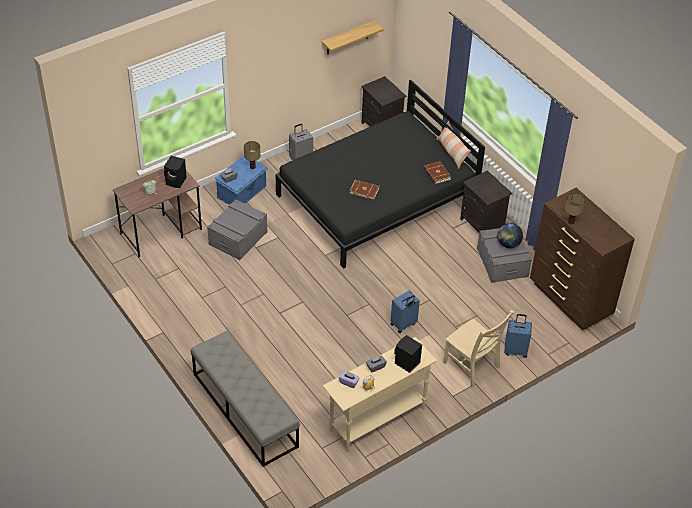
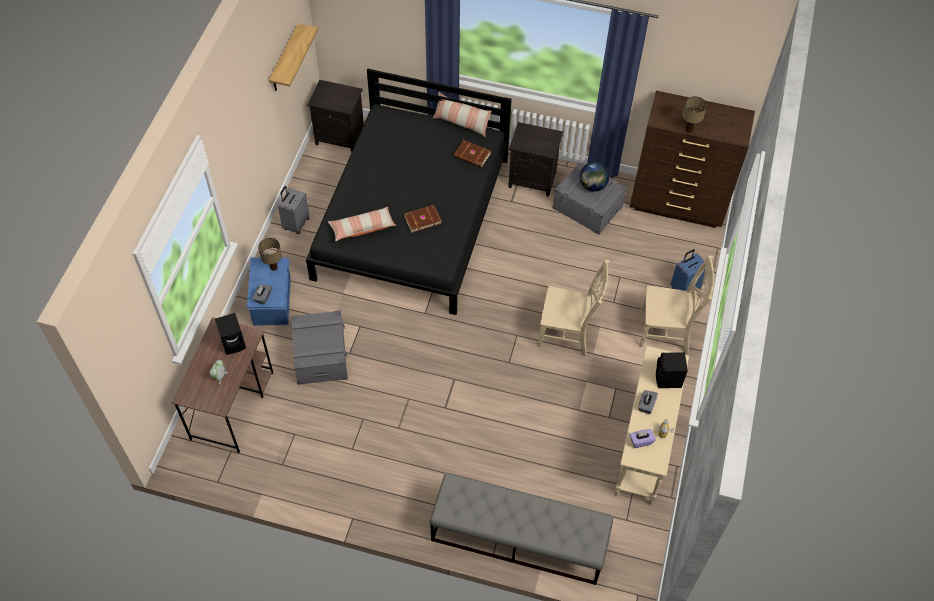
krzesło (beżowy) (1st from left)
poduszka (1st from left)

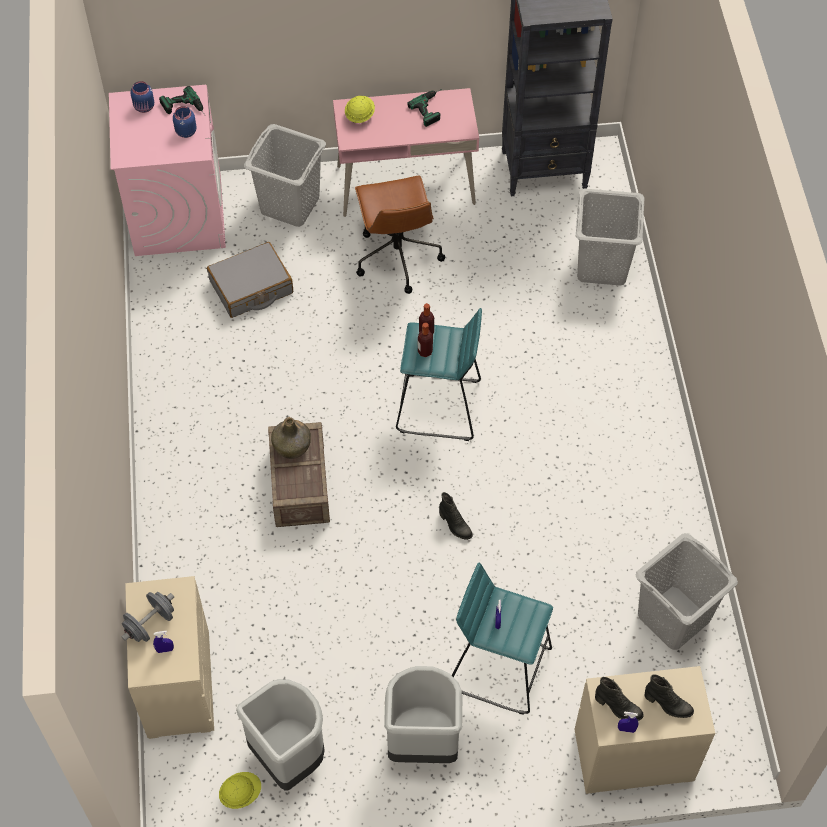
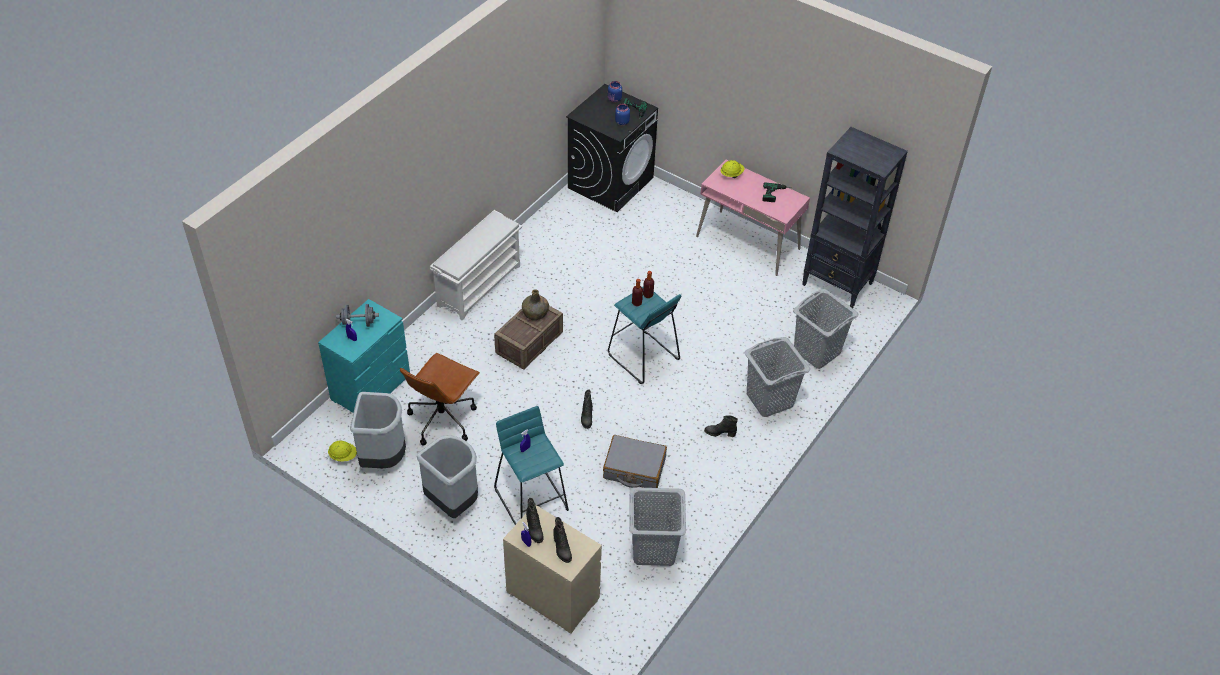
pralka (czarny)
komoda (turkusowy)
walizka (szary)
kosz na pranie (szary) (2nd from left)
krzesło biurowe (brązowy)
regał na buty (biały)
but z cholewką (czarny) (4th from left)

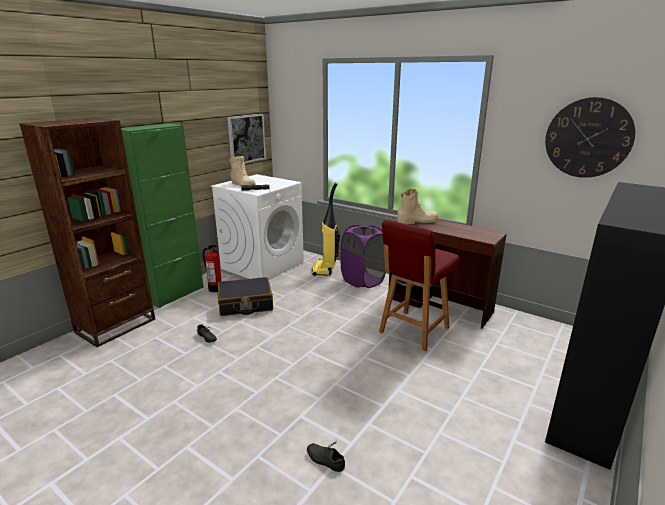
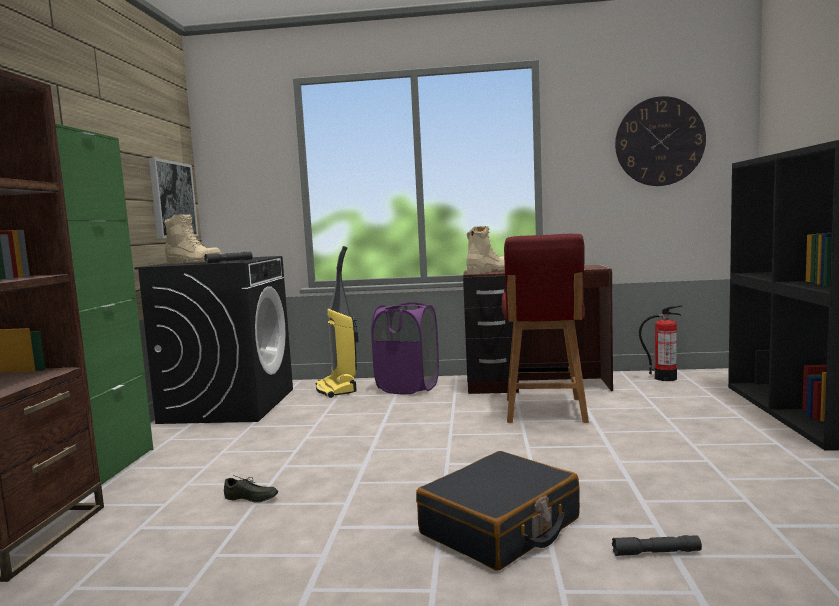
gaśnica
pralka (czarny)
walizka (czarny)
latarka (szary) (2nd from left)

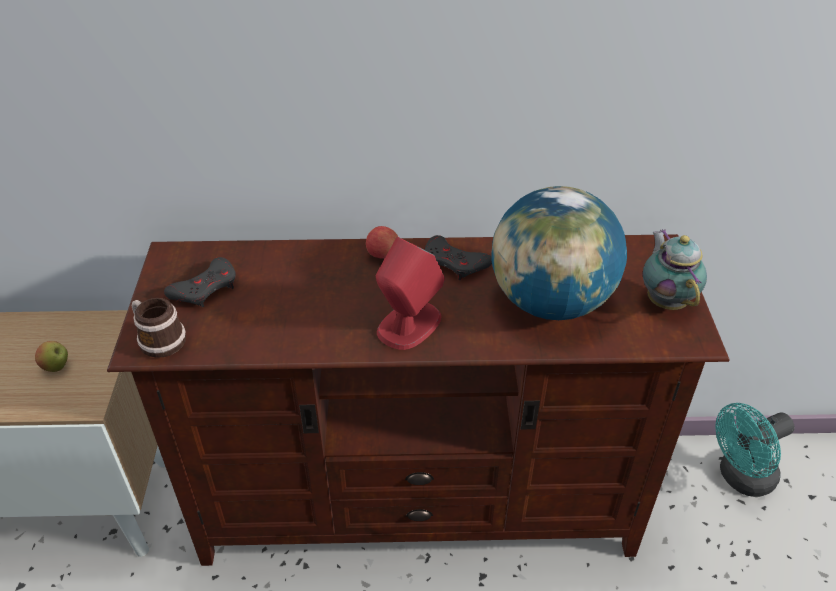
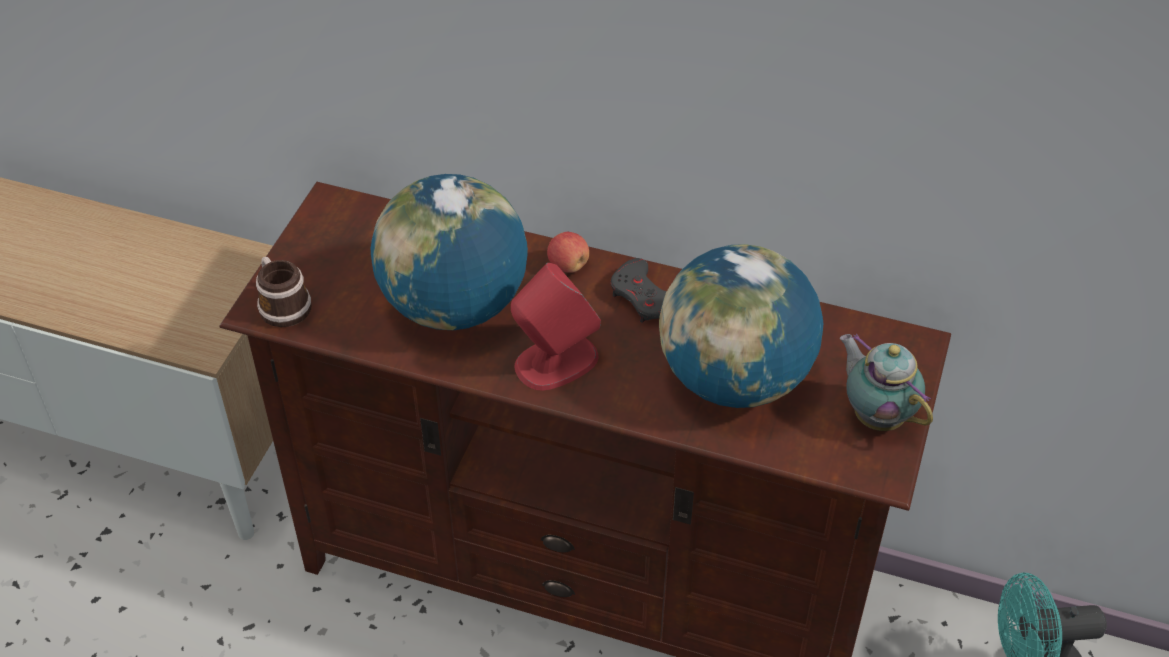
jabłko (1st from left in the first image)
pad do gier (szary) (1st from left in the first image)
imbryk
globus (1st from left)

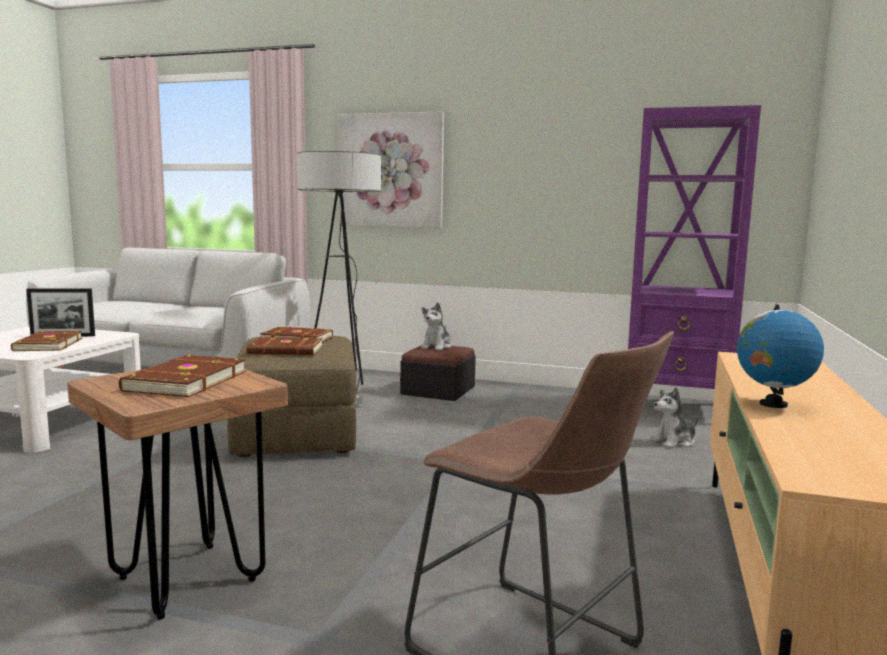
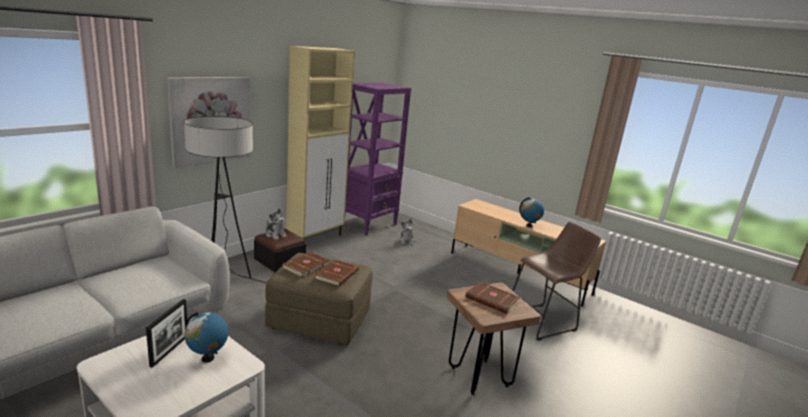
globus (1st from left)
szafka (beżowy)

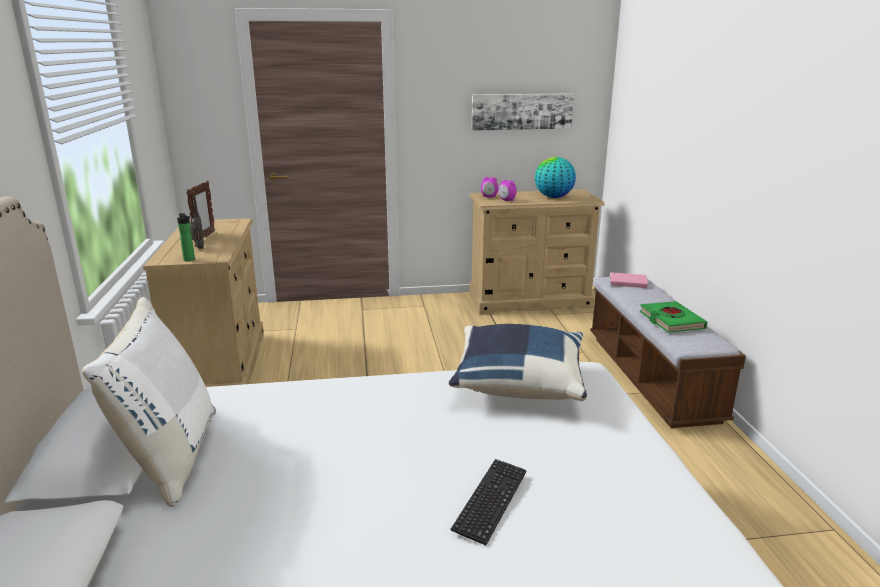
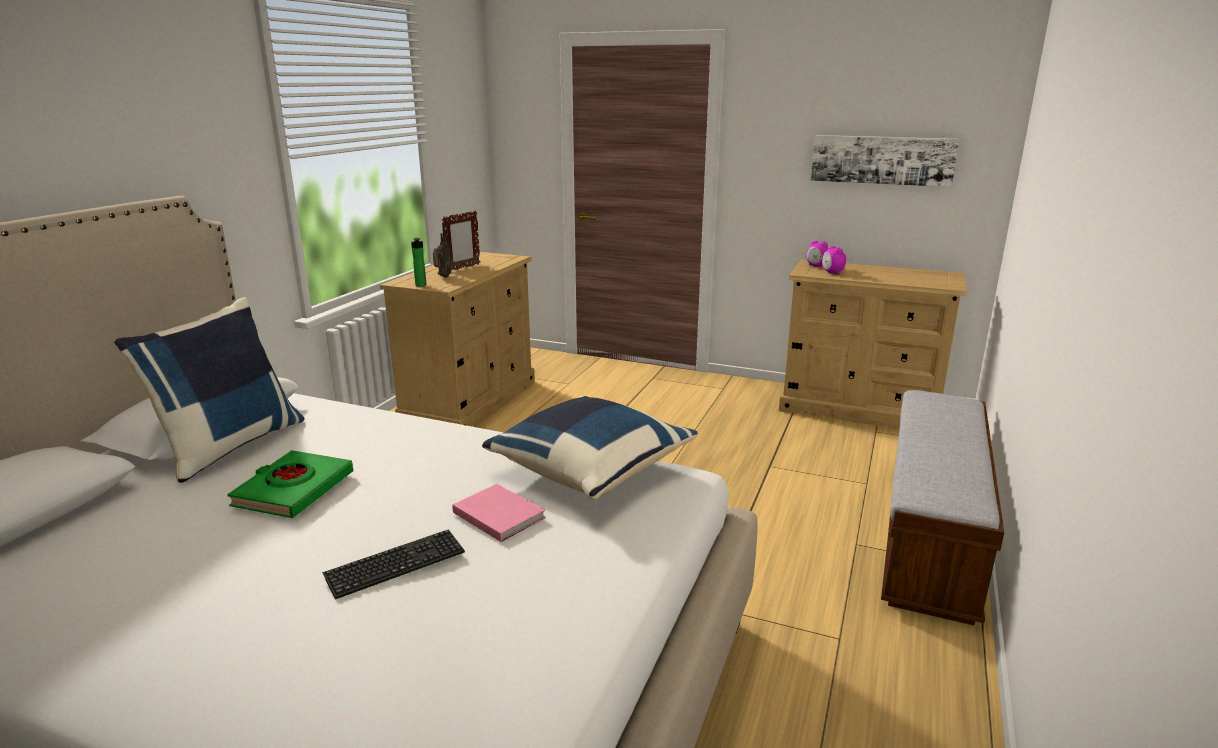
poduszka (niebieski) (1st from left)
globus
książka (różowy)
książka (zielony)

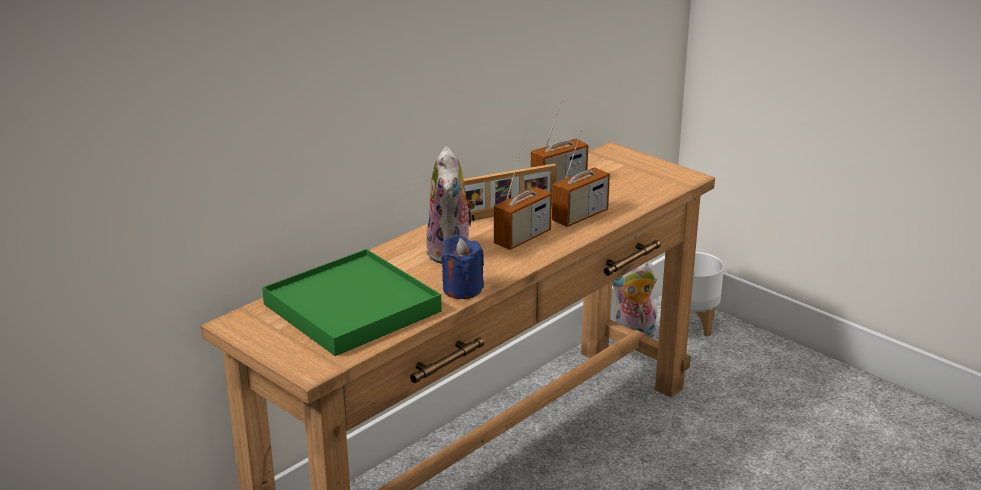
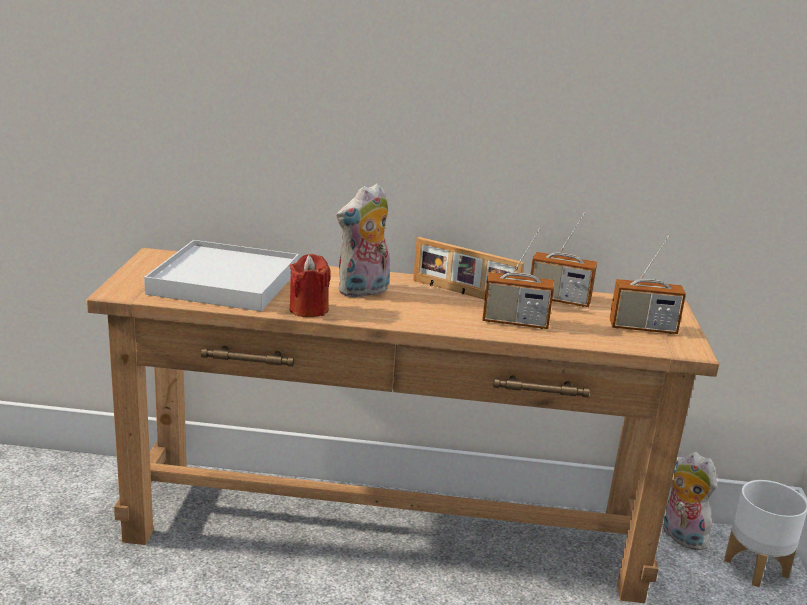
taca (biały)
świeca (czerwony)
radio (3rd from left)

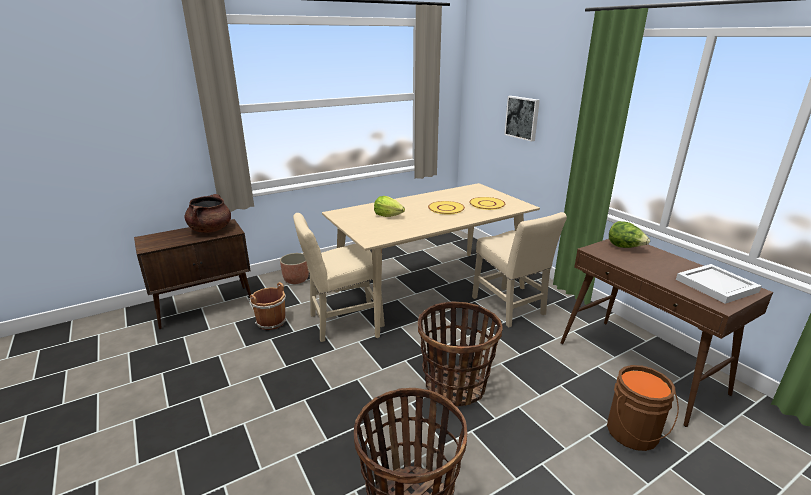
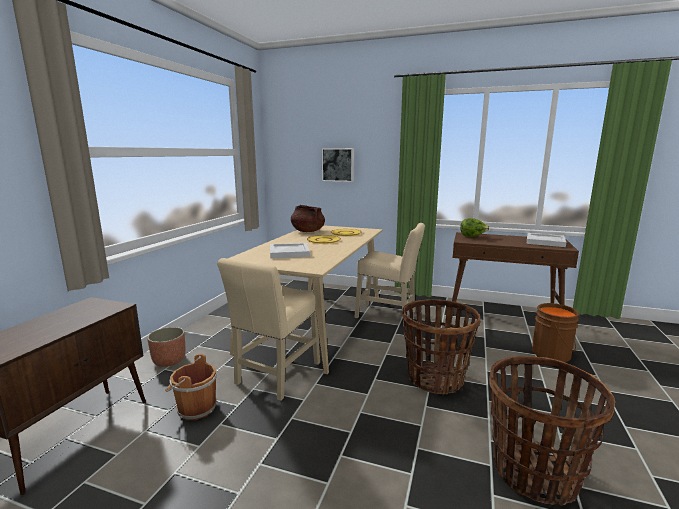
garnek (brązowy)
taca (biały) (1st from left)

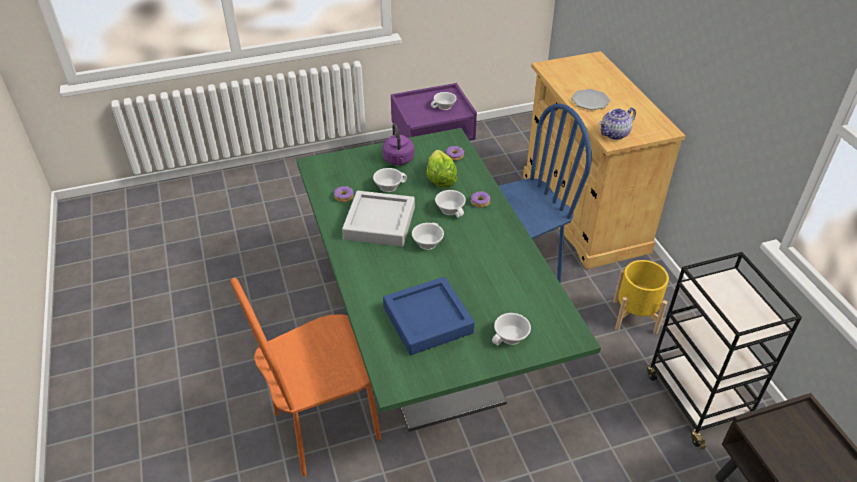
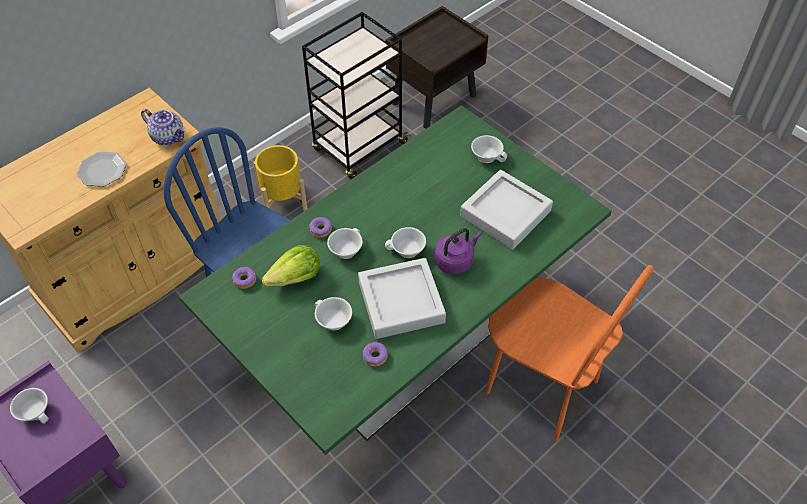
czajnik (fioletowy)
taca (szary) (2nd from left)

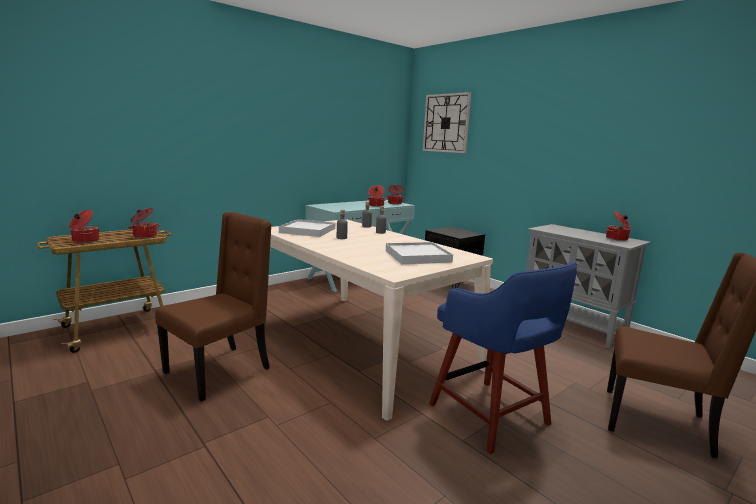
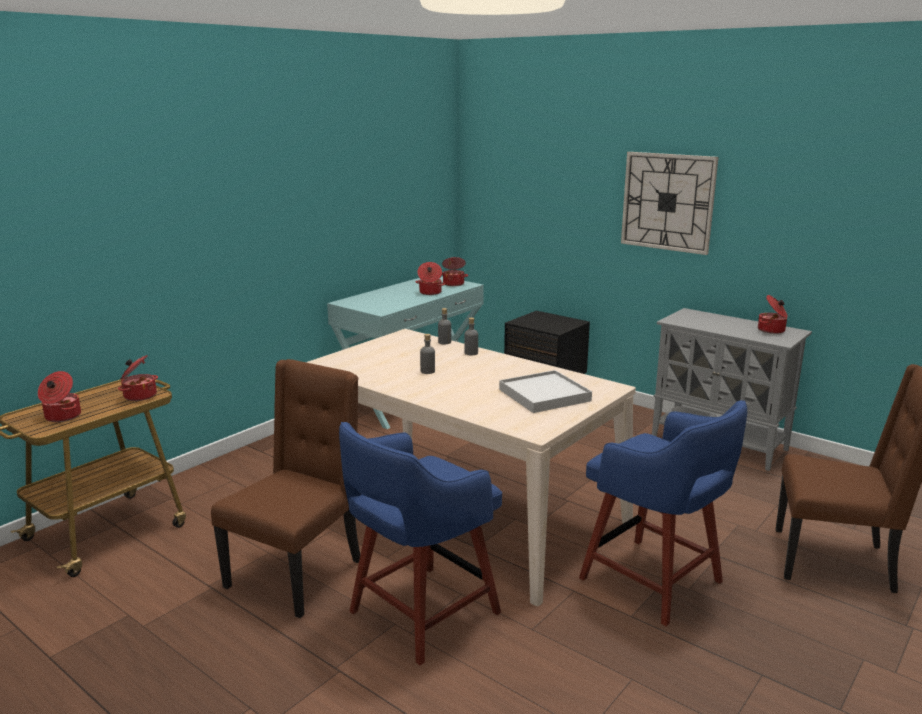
taca (biały) (1st from left in the first image)
zegar ścienny
stołek (niebieski) (1st from left)

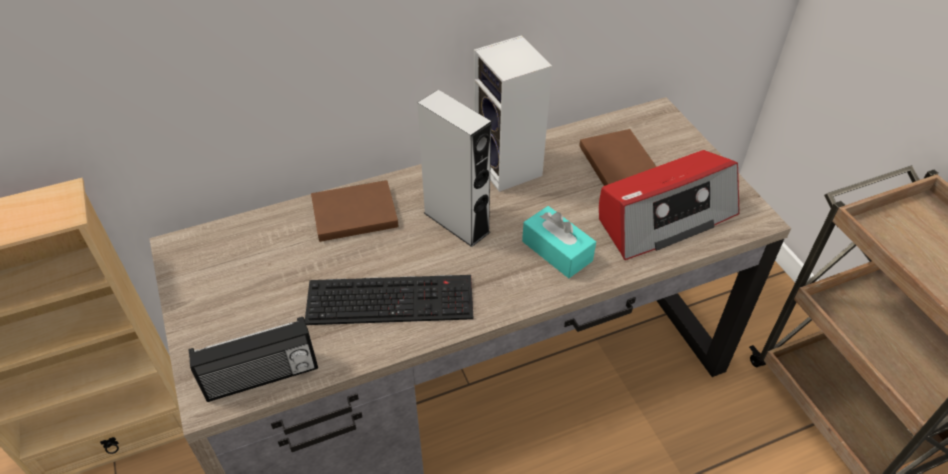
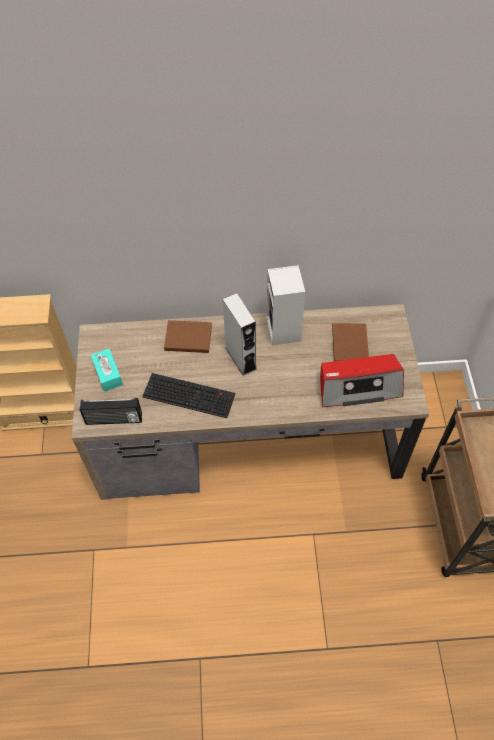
pudełko chusteczek (turkusowy)

